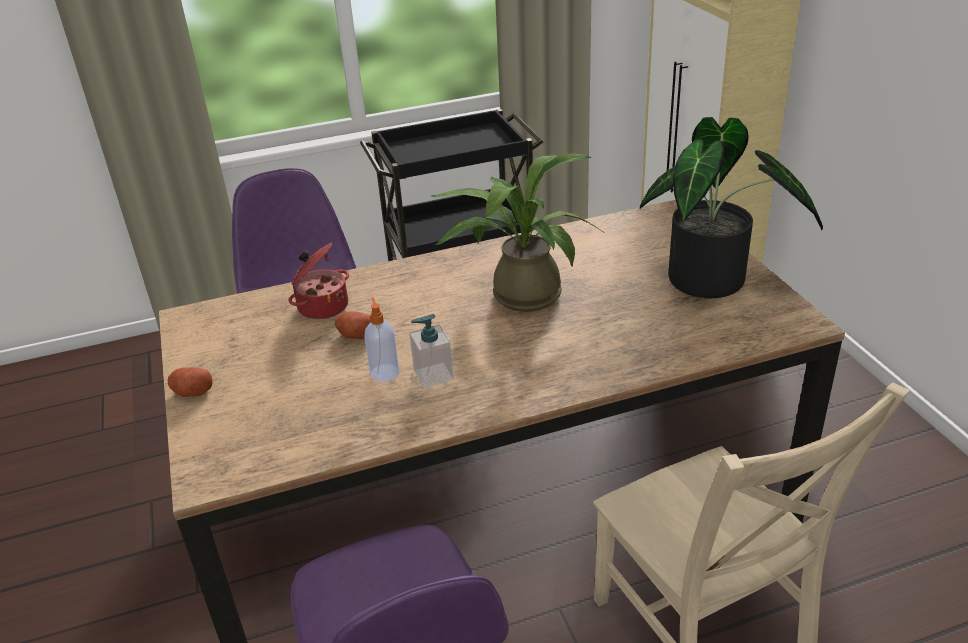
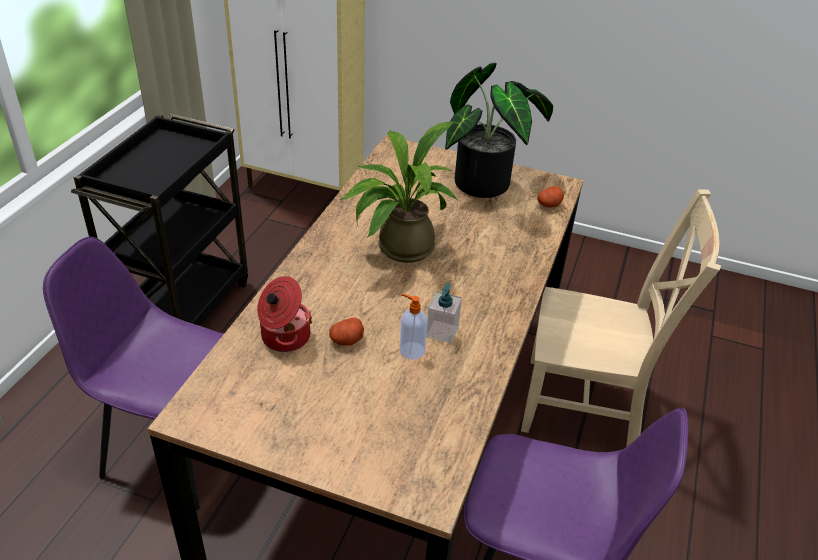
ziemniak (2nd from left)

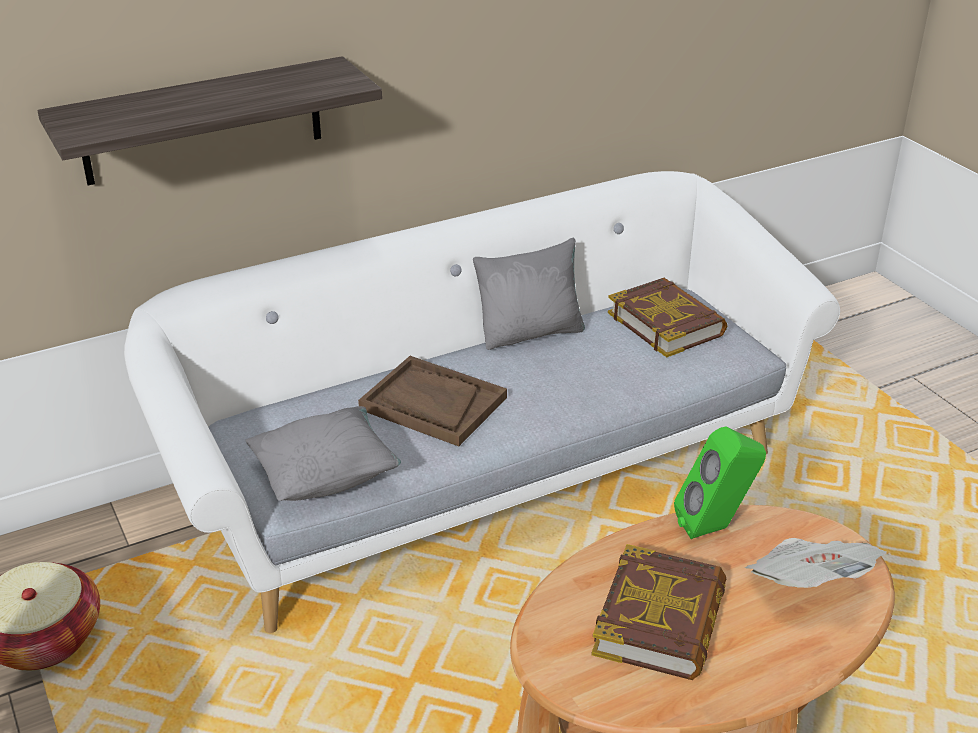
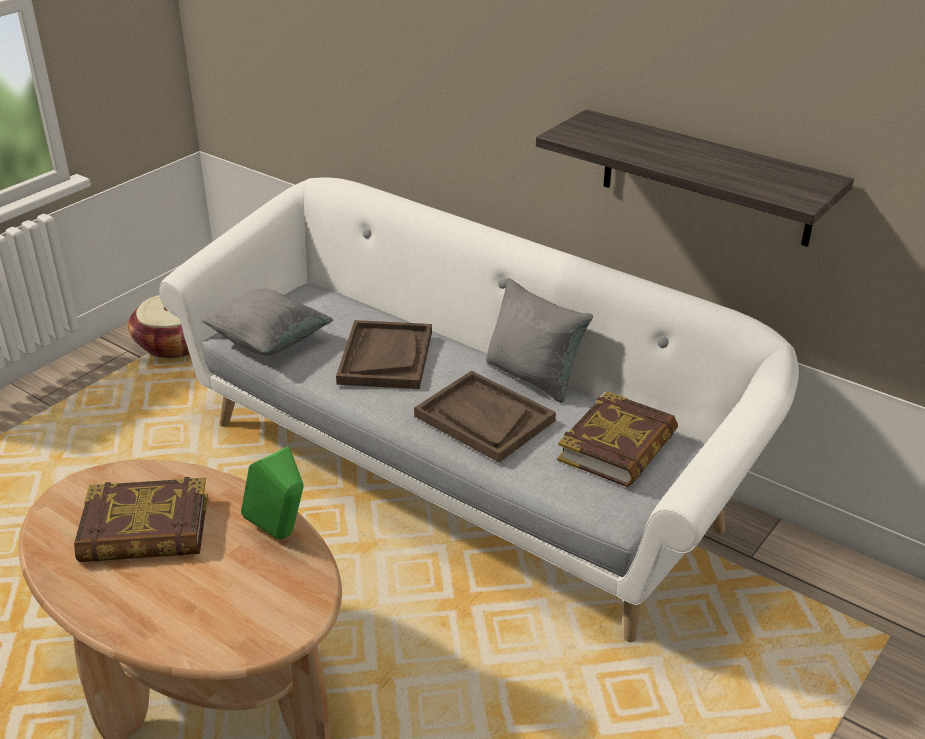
półka
gazeta
taca (brązowy) (2nd from left)

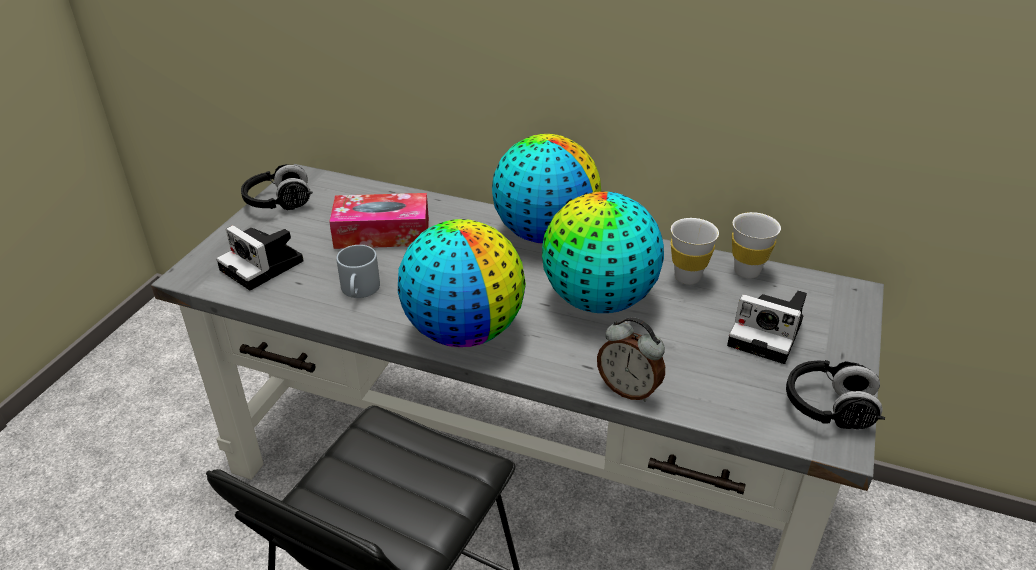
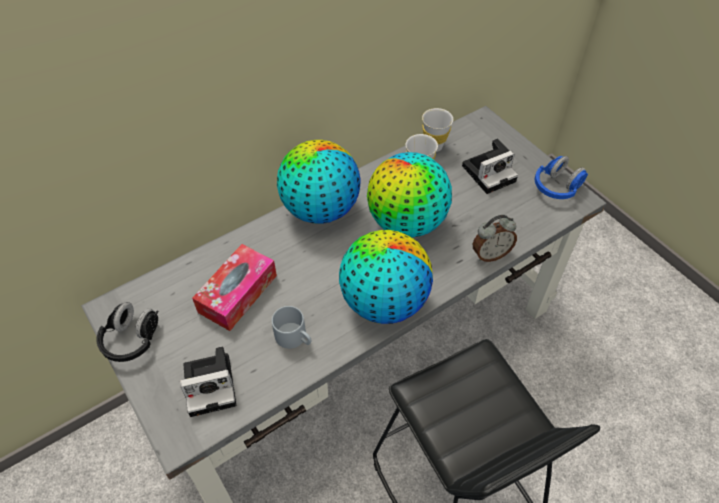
słuchawki (niebieski)

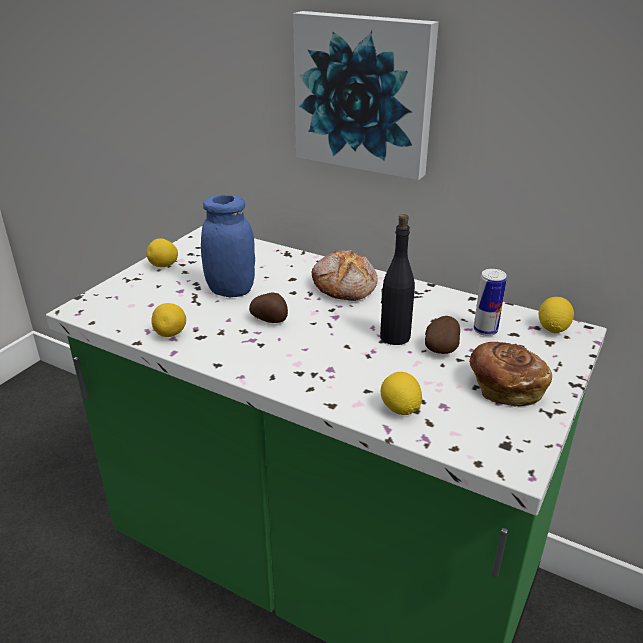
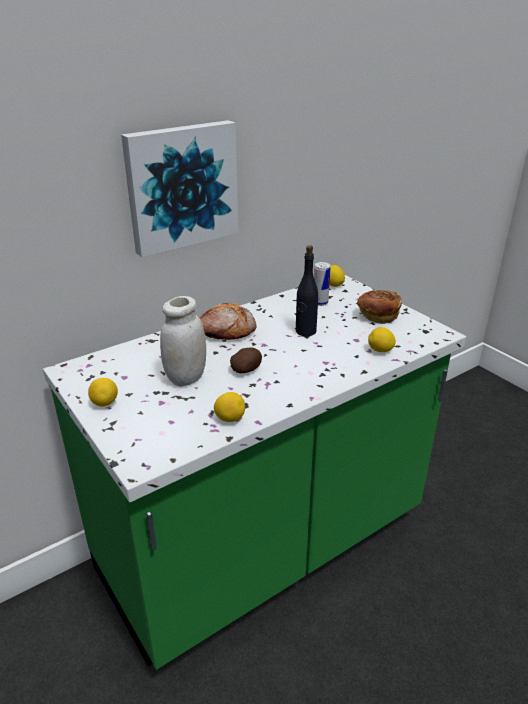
słoik (biały)
ziemniak (2nd from left in the first image)

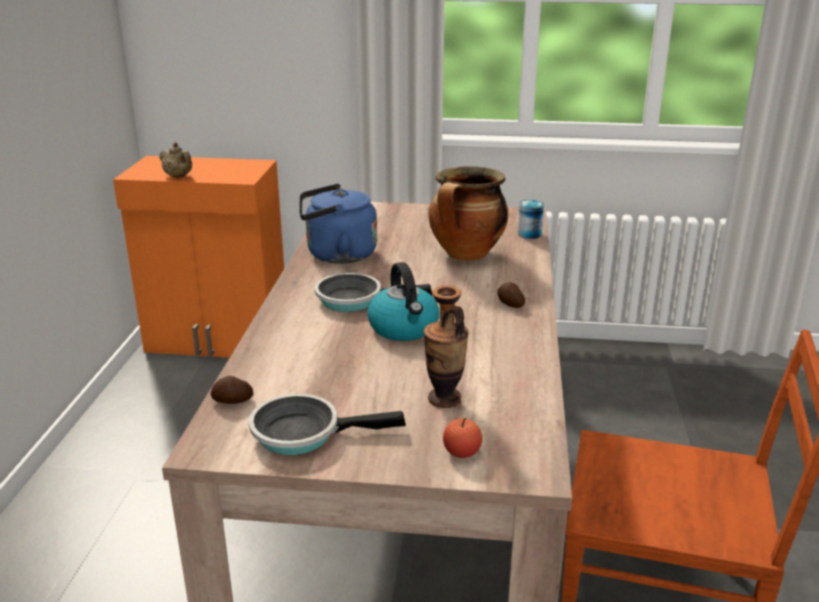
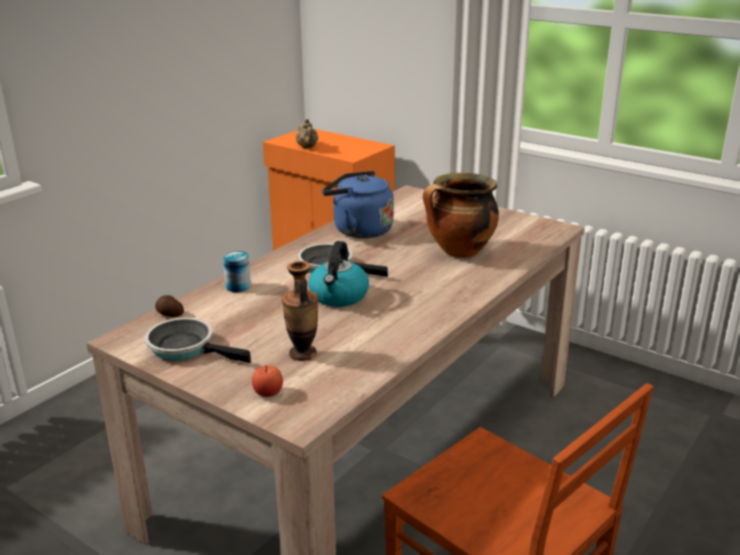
ziemniak (2nd from left in the first image)
puszka

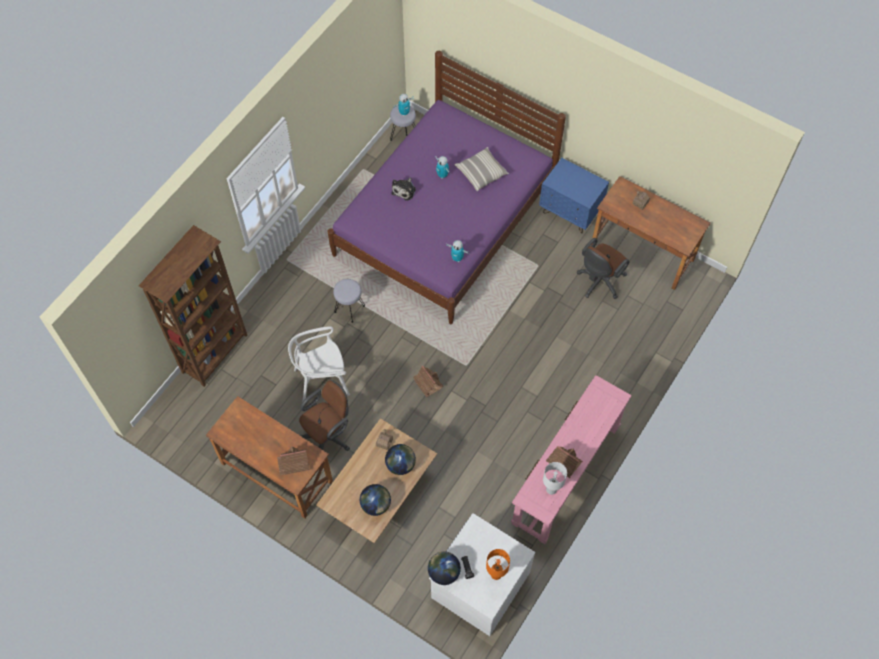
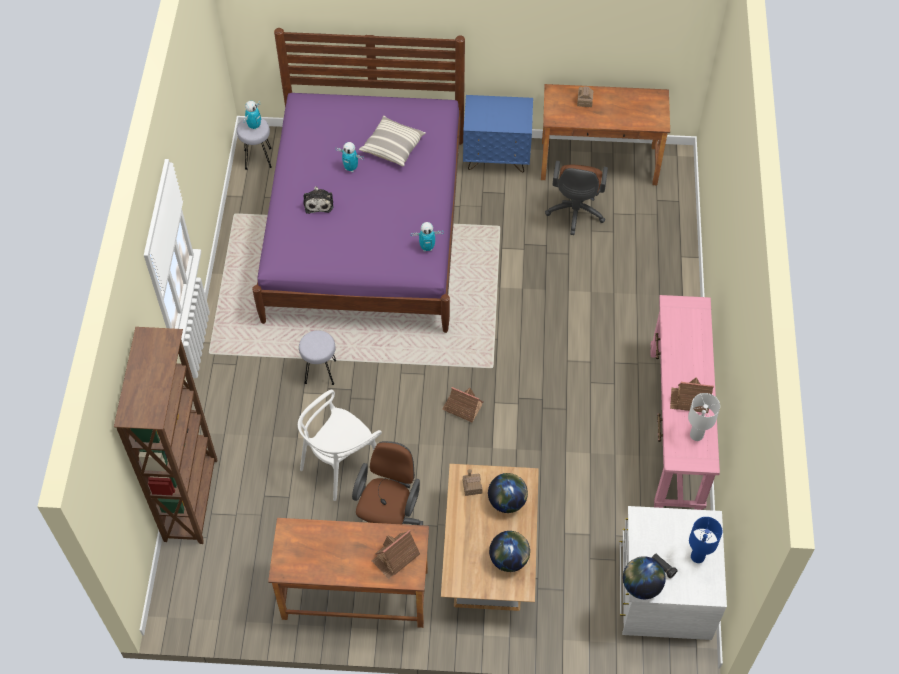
lampa stołowa (niebieski)

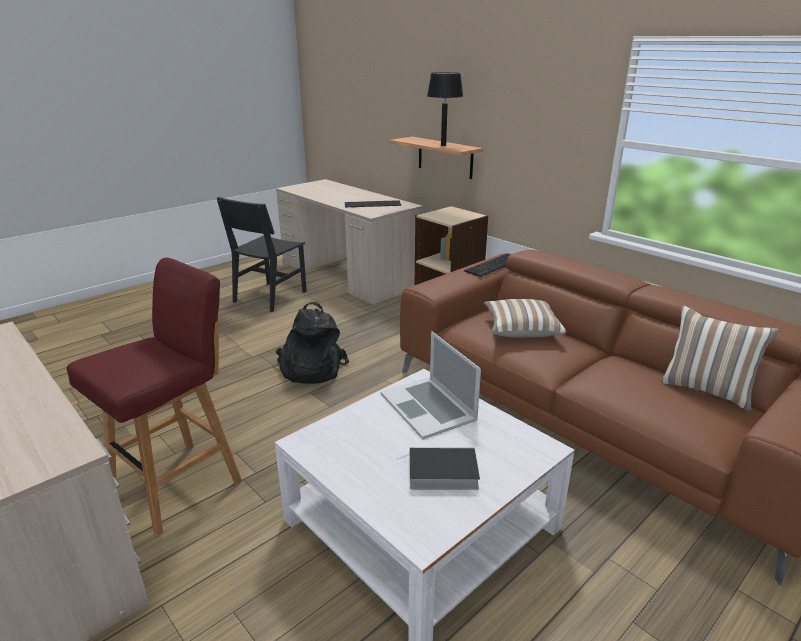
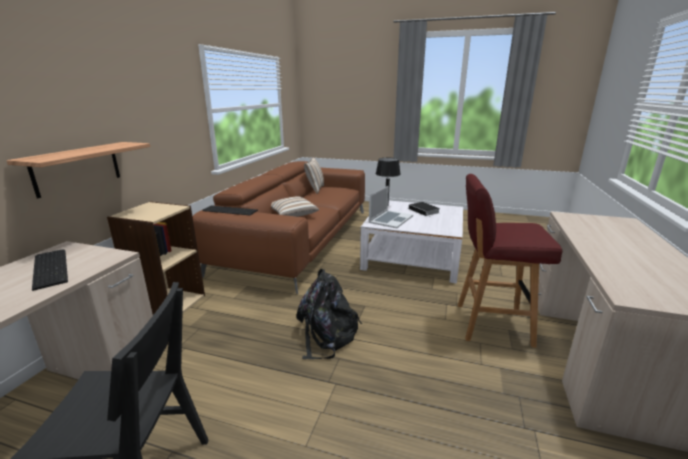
lampa stołowa (czarny)

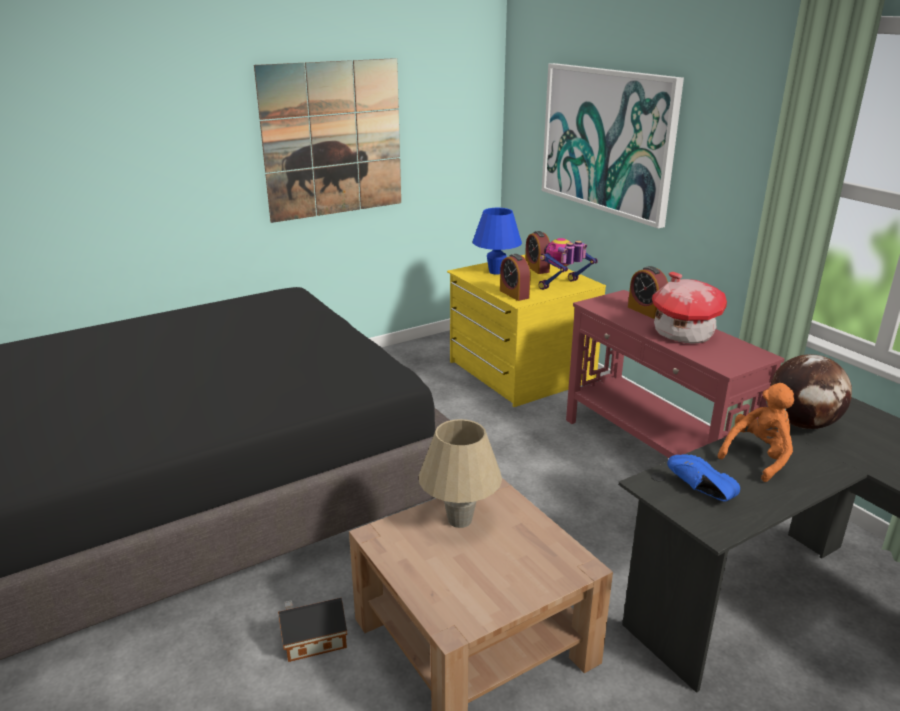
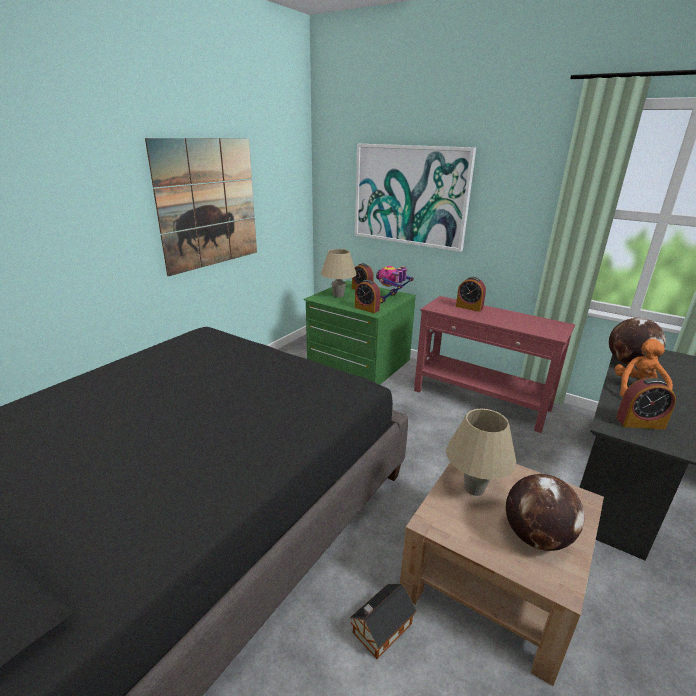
komoda (zielony)
lampa stołowa (beżowy) (1st from left)
domek (2nd from left in the first image)
budzik (4th from left)
globus (1st from left)

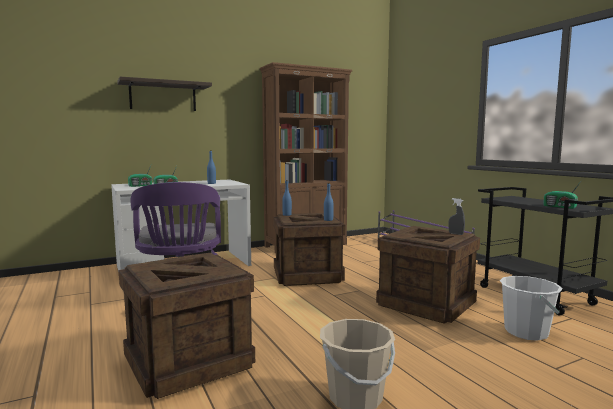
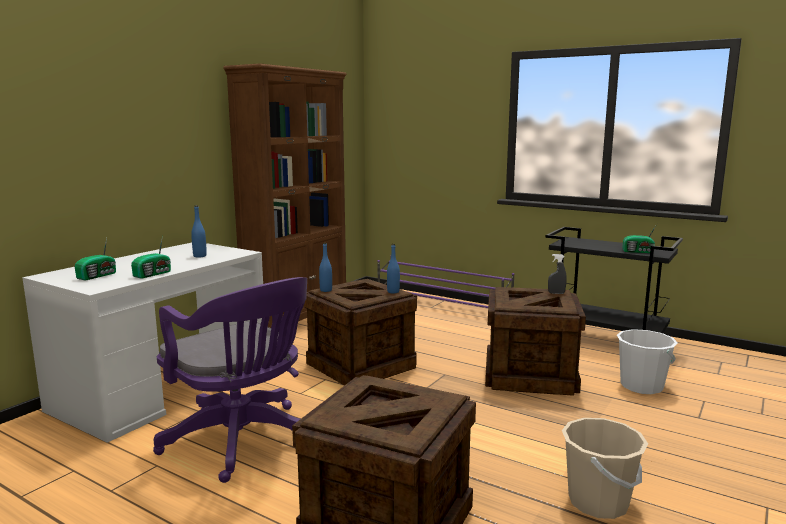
półka

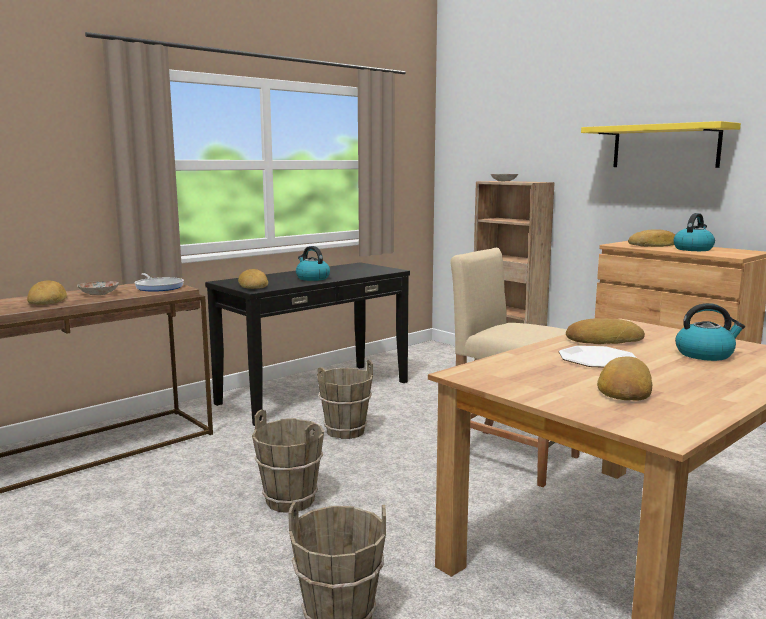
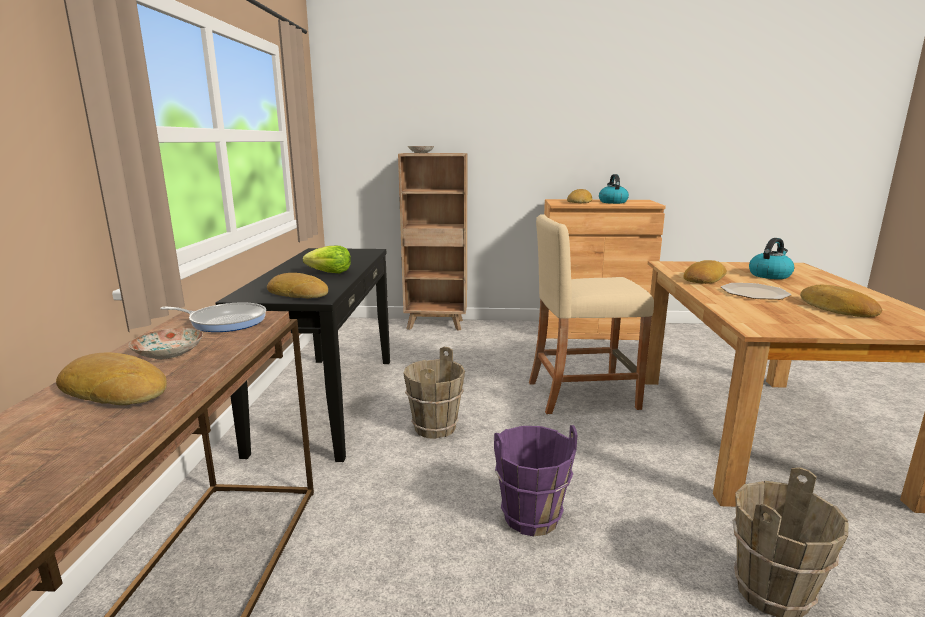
wiadro (fioletowy)
sałata
półka (żółty)

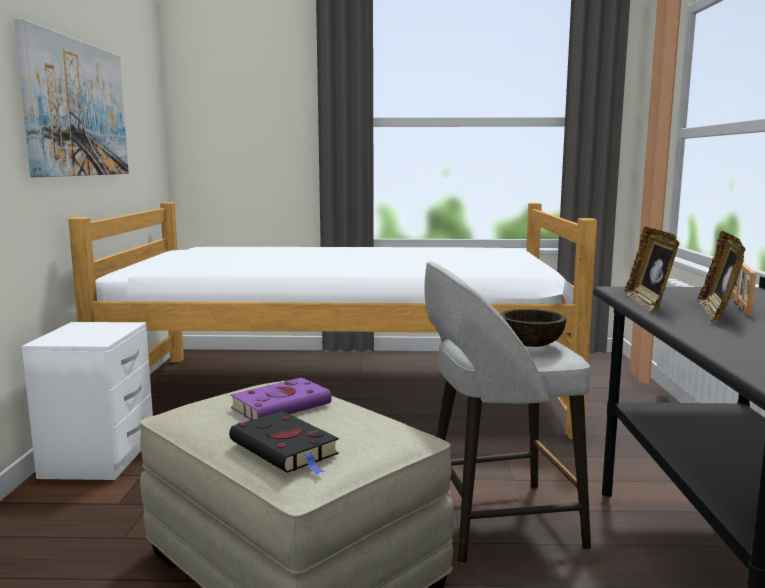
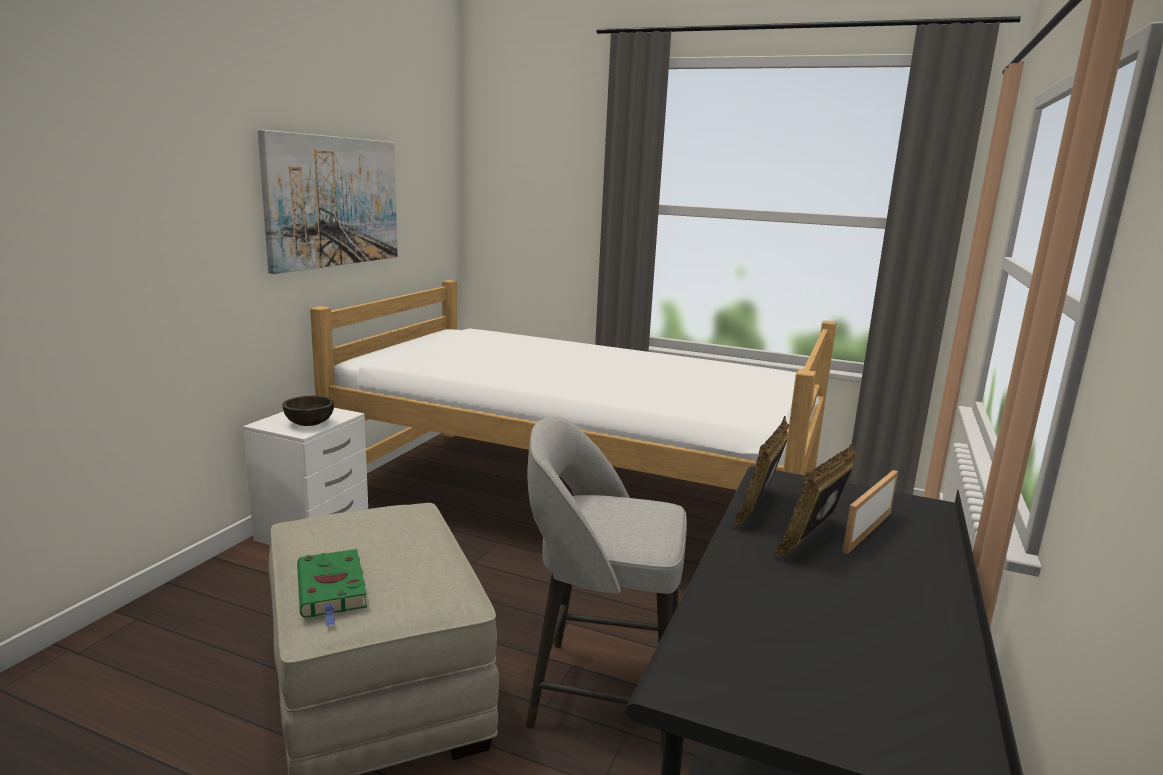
książka (zielony)
książka (fioletowy)
miska (brązowy)

